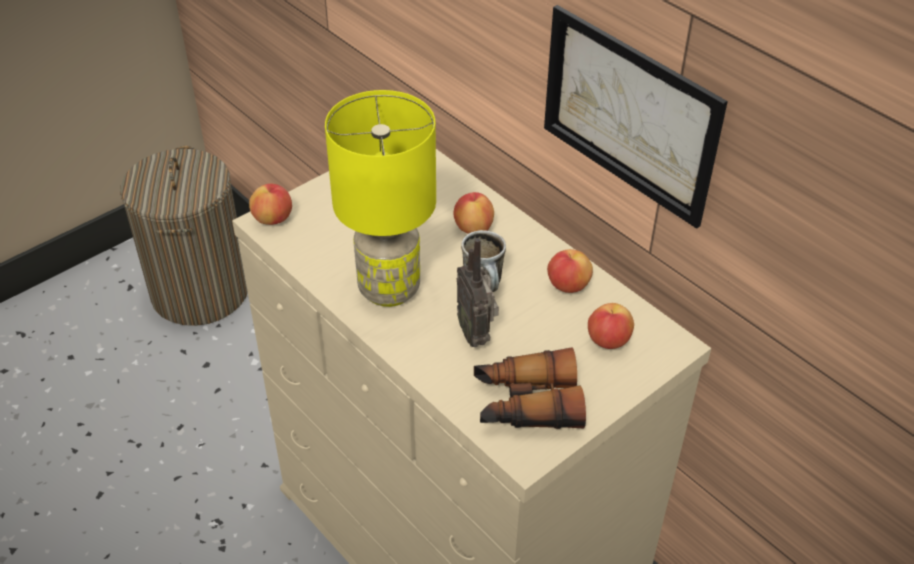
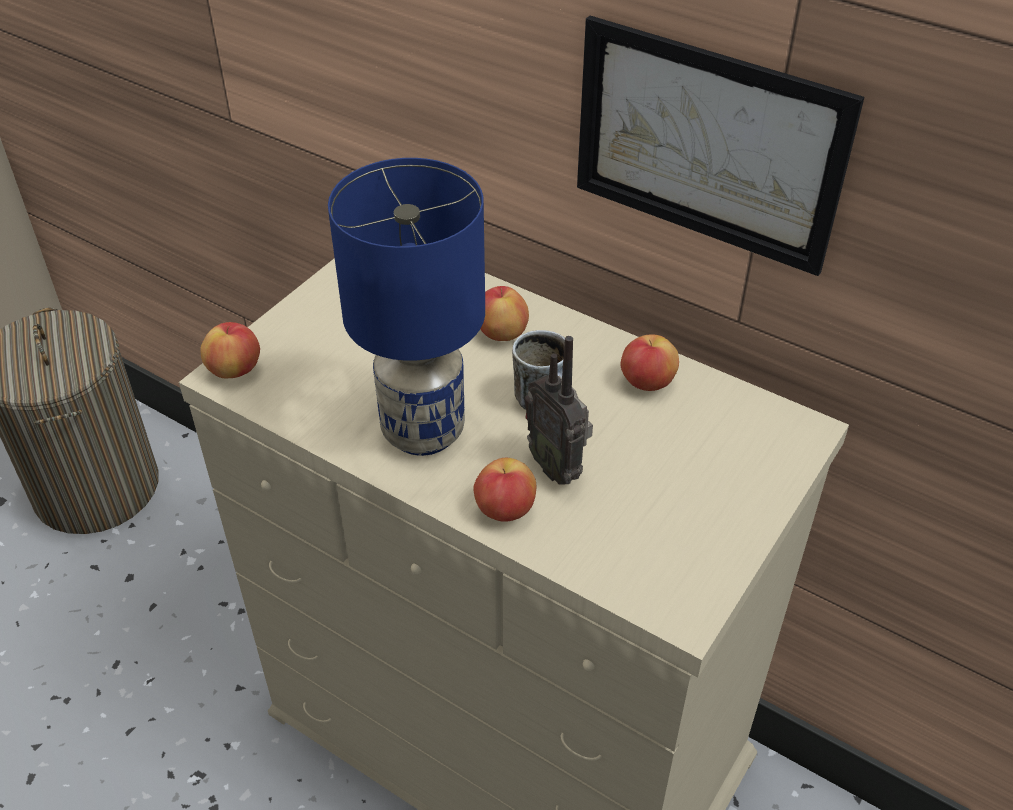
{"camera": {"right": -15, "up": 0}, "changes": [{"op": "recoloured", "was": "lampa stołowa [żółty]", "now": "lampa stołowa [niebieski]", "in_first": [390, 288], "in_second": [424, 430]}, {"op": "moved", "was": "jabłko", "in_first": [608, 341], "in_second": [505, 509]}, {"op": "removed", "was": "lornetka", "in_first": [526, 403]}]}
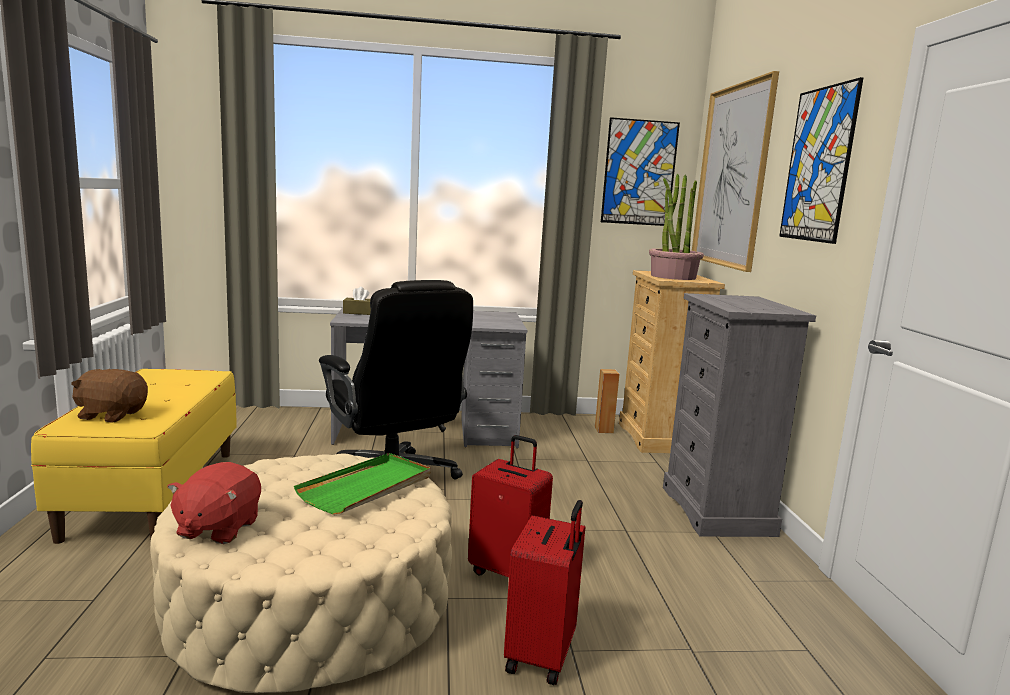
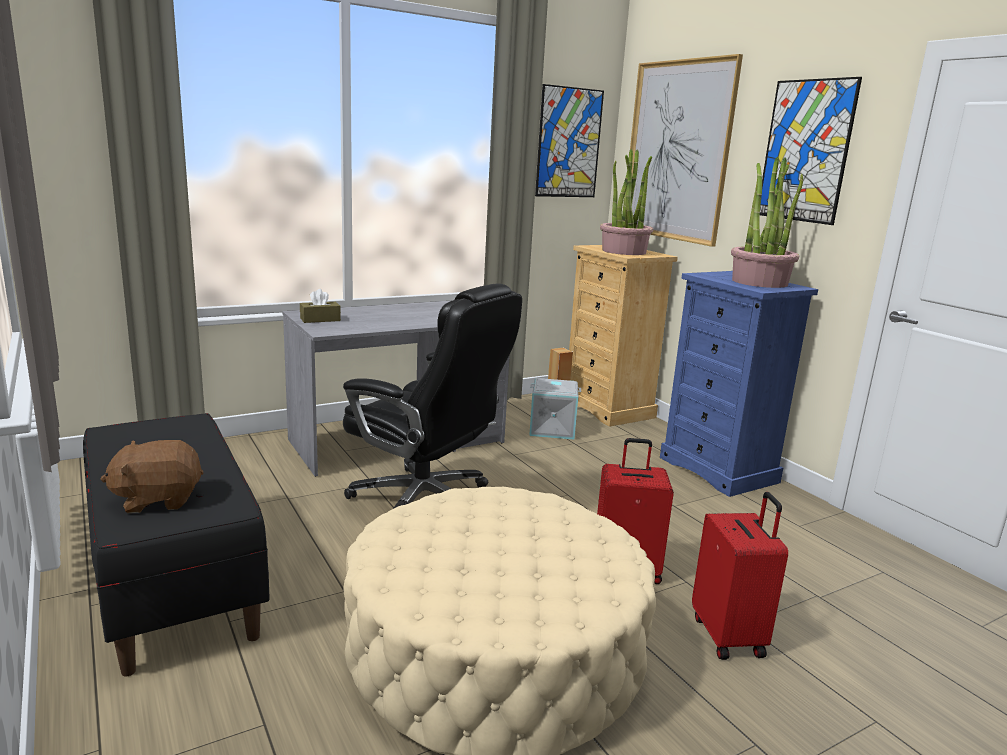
{"camera": {"right": -25, "up": 5}, "changes": [{"op": "recoloured", "was": "komoda [szary]", "now": "komoda [niebieski]", "in_first": [717, 510], "in_second": [719, 470]}, {"op": "recoloured", "was": "ławka [żółty]", "now": "ławka [czarny]", "in_first": [153, 492], "in_second": [173, 580]}, {"op": "removed", "was": "taca [zielony]", "in_first": [367, 487]}, {"op": "removed", "was": "pluszak [czerwony]", "in_first": [217, 528]}, {"op": "added", "now": "roślina doniczkowa", "in_second": [759, 282]}, {"op": "added", "now": "pojemnik do przechowywania [szary]", "in_second": [552, 428]}]}
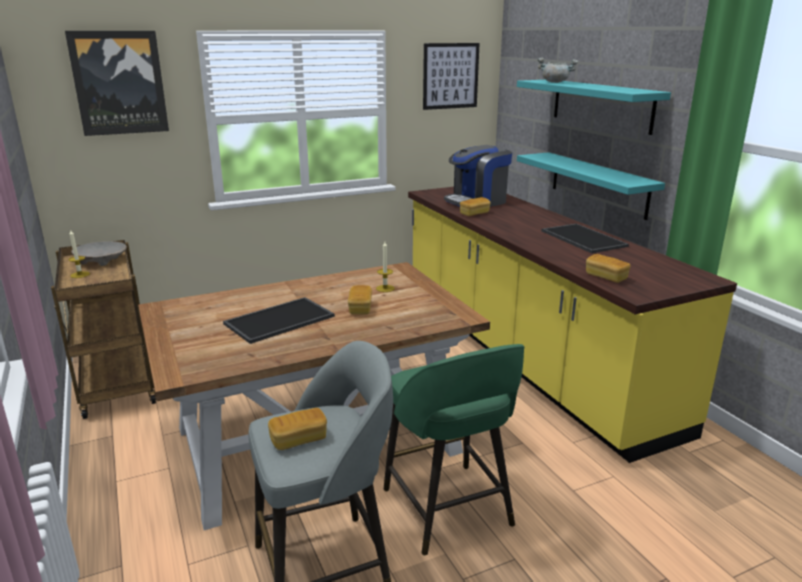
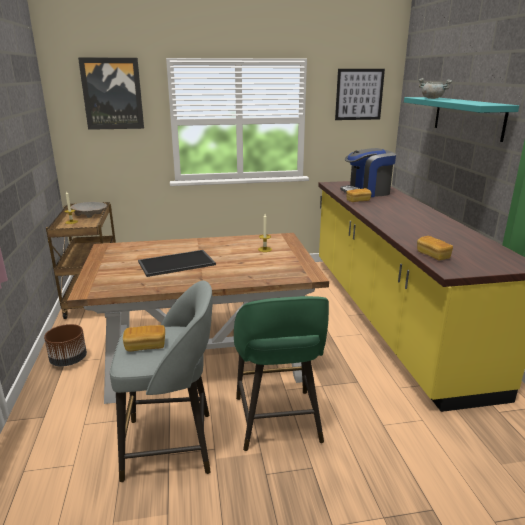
{"camera": {"right": 15, "up": 0}, "changes": [{"op": "removed", "was": "półka [turkusowy]", "in_first": [598, 184]}, {"op": "removed", "was": "taca", "in_first": [581, 238]}, {"op": "removed", "was": "chleb", "in_first": [360, 308]}, {"op": "added", "now": "donica [brązowy]", "in_second": [68, 360]}]}
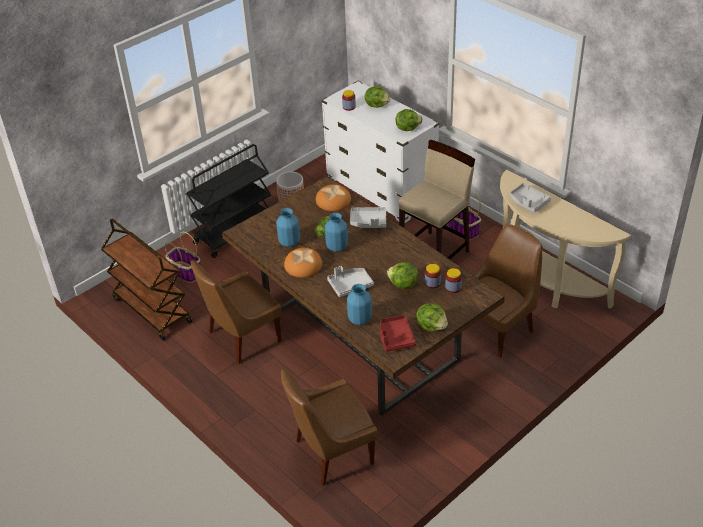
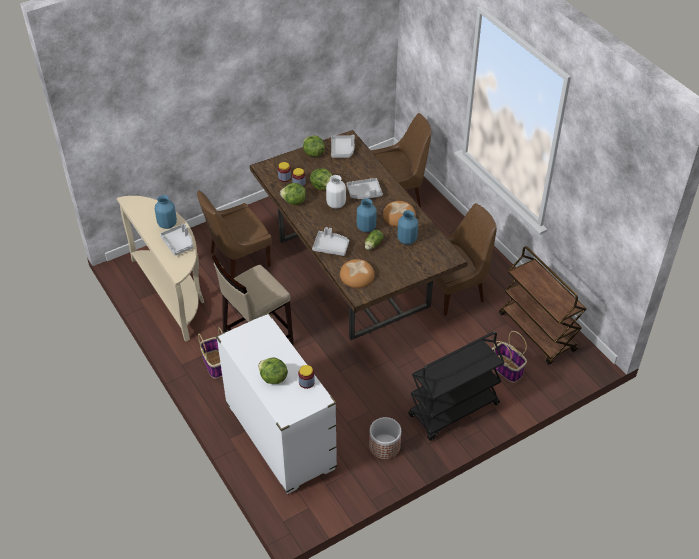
{"camera": {"right": -170, "up": 5}, "changes": [{"op": "moved", "was": "sałata", "in_first": [407, 128], "in_second": [294, 201]}, {"op": "moved", "was": "wazon [niebieski]", "in_first": [359, 319], "in_second": [167, 224]}, {"op": "recoloured", "was": "taca [czerwony]", "now": "taca [szary]", "in_first": [395, 338], "in_second": [343, 150]}, {"op": "added", "now": "wazon [biały]", "in_second": [336, 204]}]}
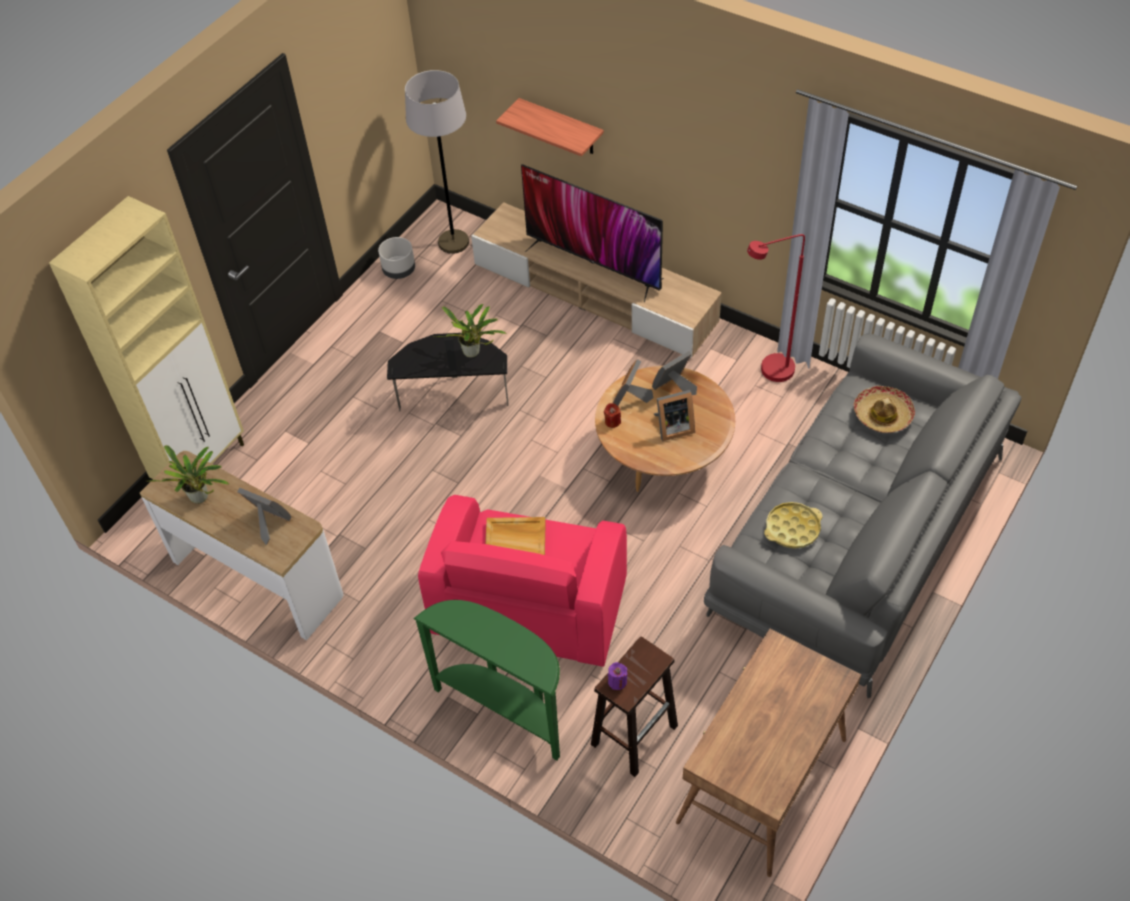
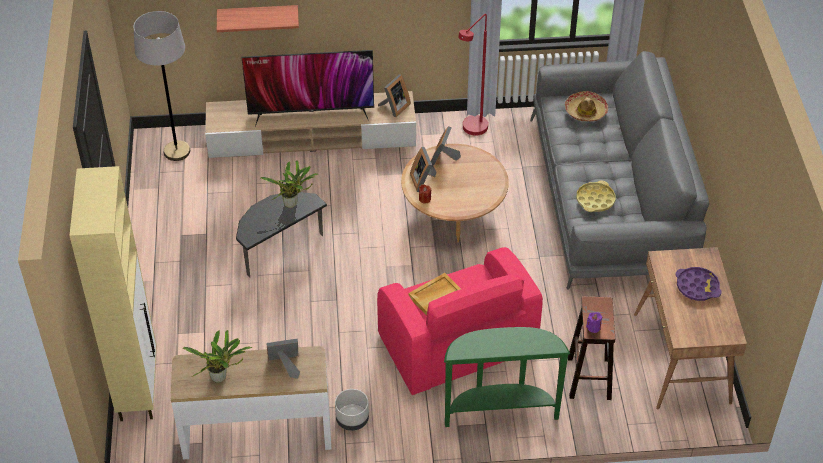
{"camera": {"right": -40, "up": -5}, "changes": [{"op": "moved", "was": "donica [szary]", "in_first": [399, 270], "in_second": [352, 419]}, {"op": "moved", "was": "ramka na zdjęcie", "in_first": [672, 427], "in_second": [394, 107]}, {"op": "added", "now": "taca [fioletowy]", "in_second": [697, 287]}]}
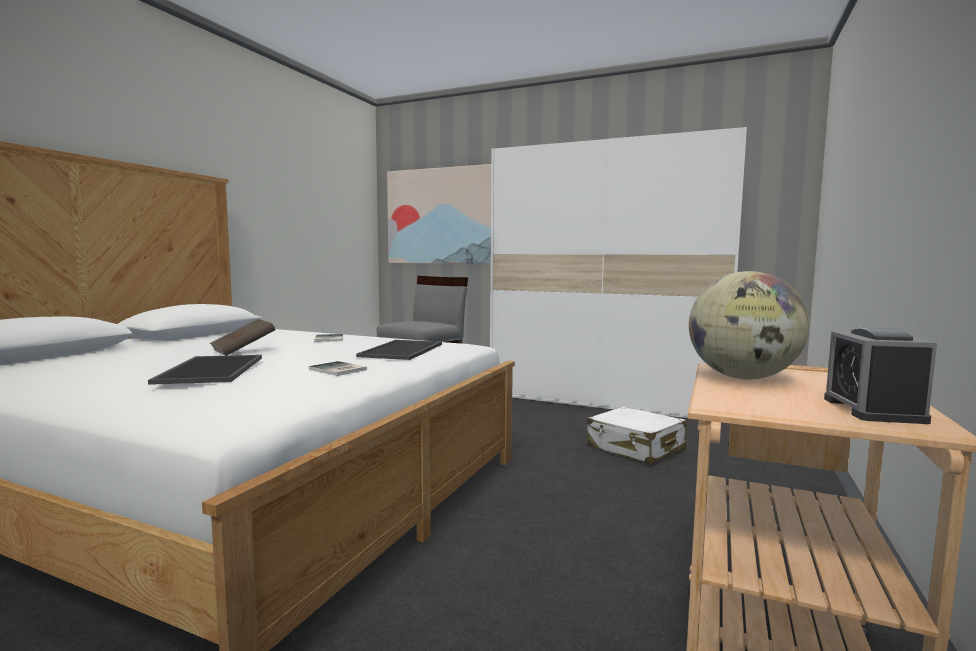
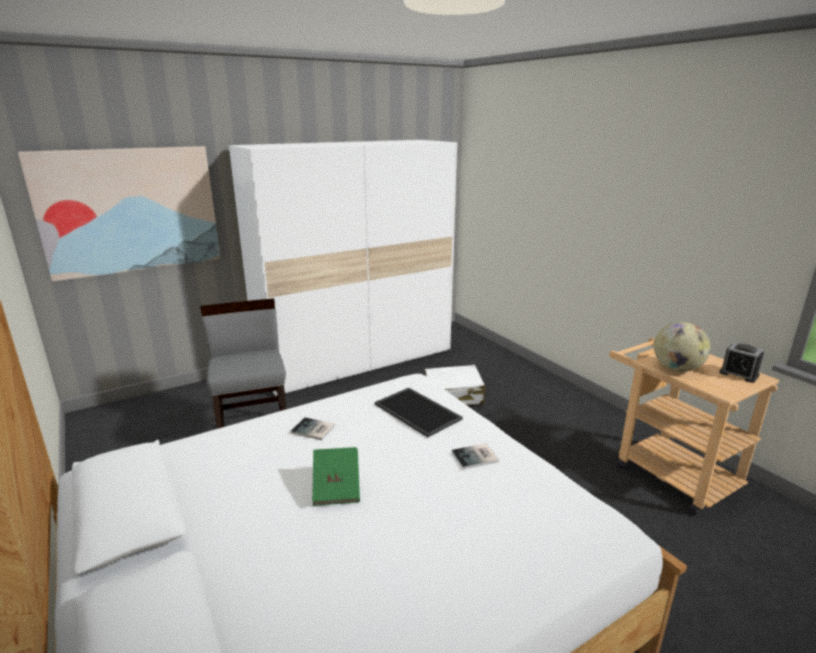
{"camera": {"right": -55, "up": 15}, "changes": [{"op": "recoloured", "was": "książka [brązowy]", "now": "książka [zielony]", "in_first": [243, 351], "in_second": [336, 488]}, {"op": "removed", "was": "taca", "in_first": [210, 369]}]}
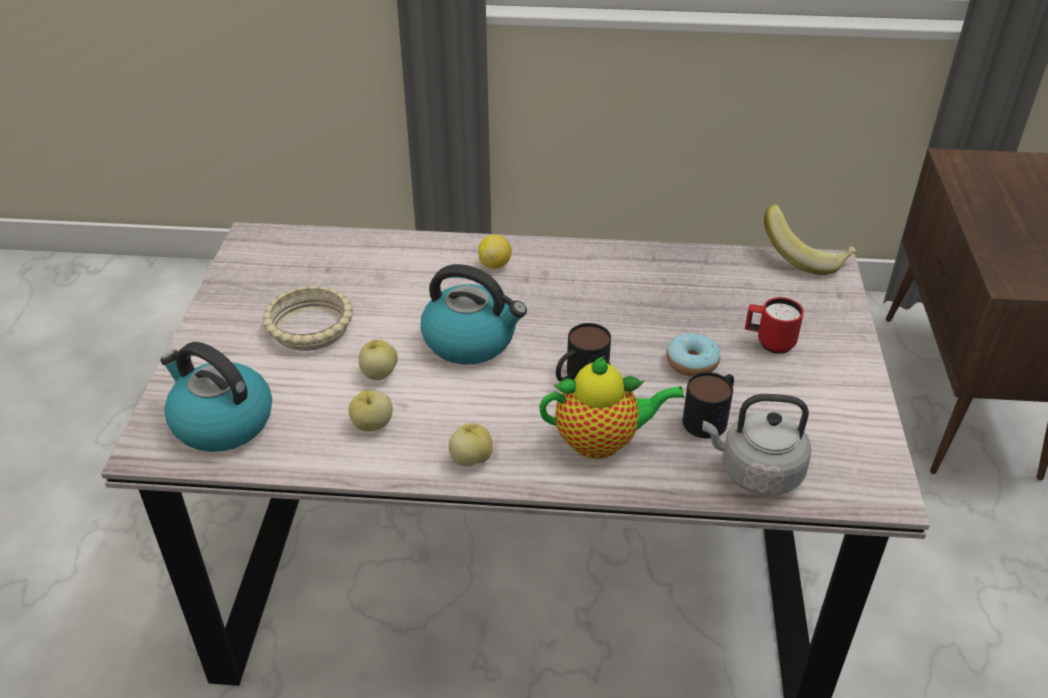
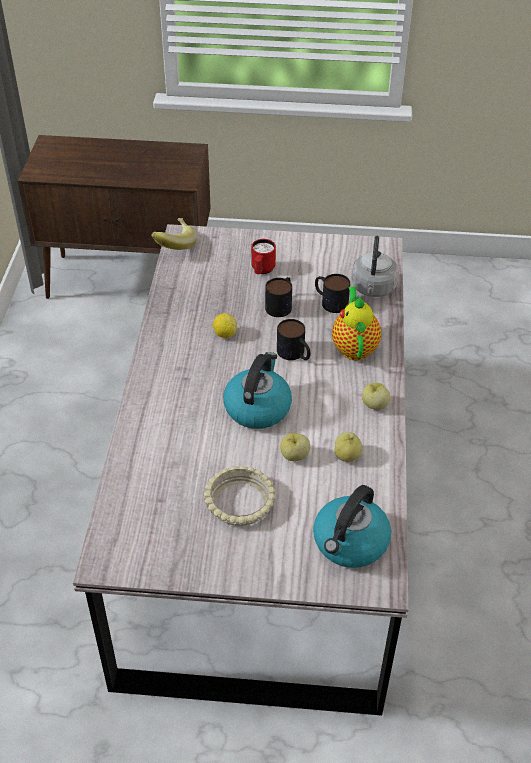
{"camera": {"right": -90, "up": 5}, "changes": [{"op": "moved", "was": "cytryna", "in_first": [495, 264], "in_second": [225, 334]}, {"op": "replaced", "was": "donut", "now": "kubek", "in_first": [692, 363], "in_second": [281, 304]}]}
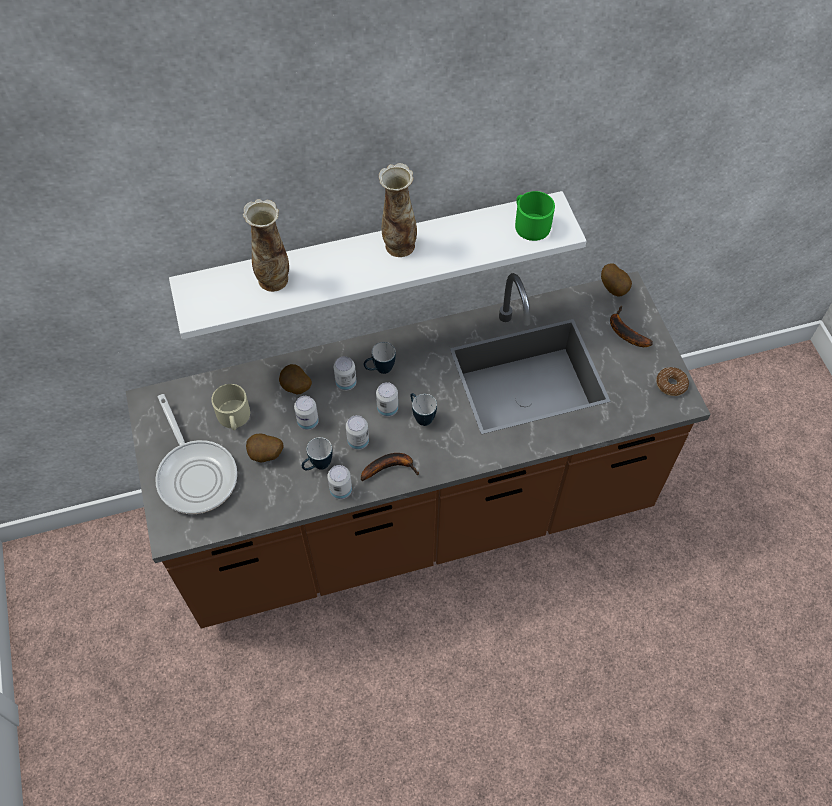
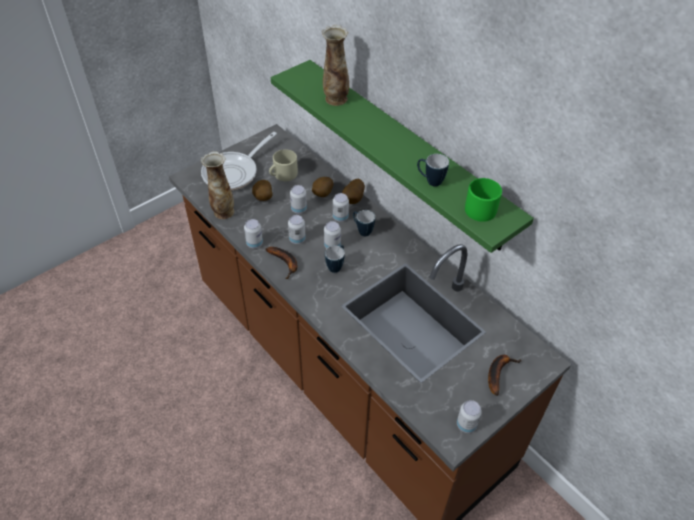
{"camera": {"right": 65, "up": -10}, "changes": [{"op": "moved", "was": "wazon", "in_first": [399, 246], "in_second": [223, 211]}, {"op": "recoloured", "was": "półka [biały]", "now": "półka [zielony]", "in_first": [372, 257], "in_second": [406, 153]}, {"op": "moved", "was": "ziemniak", "in_first": [614, 288], "in_second": [353, 200]}, {"op": "replaced", "was": "donut", "now": "puszka", "in_first": [671, 384], "in_second": [466, 425]}, {"op": "moved", "was": "kubek", "in_first": [317, 466], "in_second": [430, 181]}]}
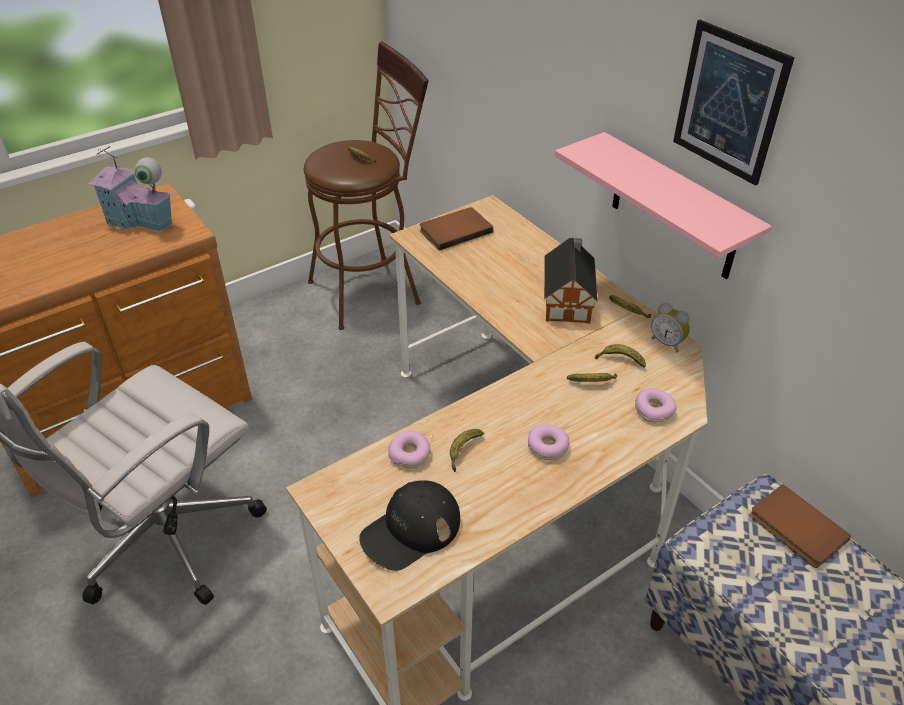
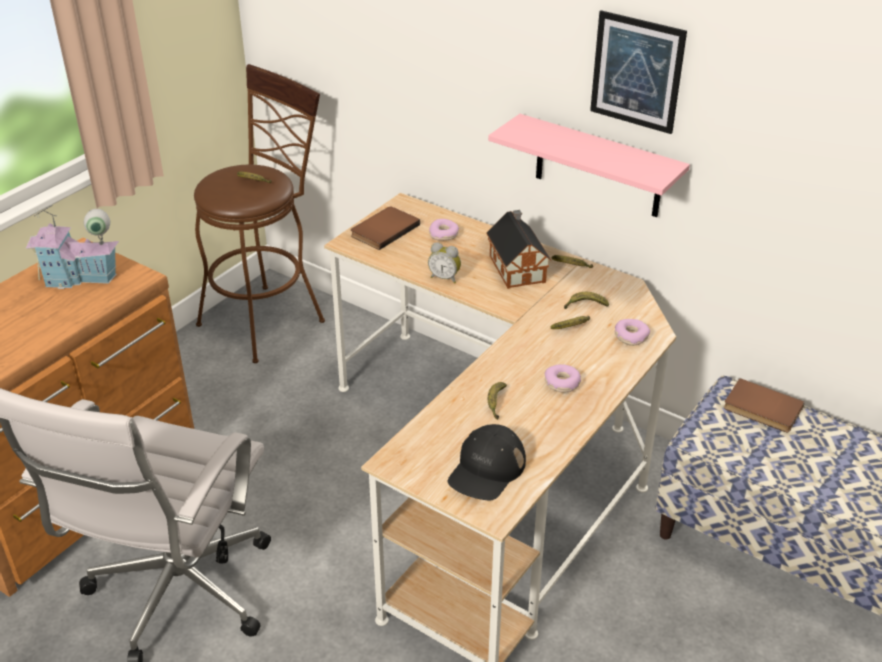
{"camera": {"right": -20, "up": -5}, "changes": [{"op": "moved", "was": "budzik", "in_first": [667, 343], "in_second": [445, 278]}, {"op": "moved", "was": "donut", "in_first": [410, 454], "in_second": [444, 234]}]}
